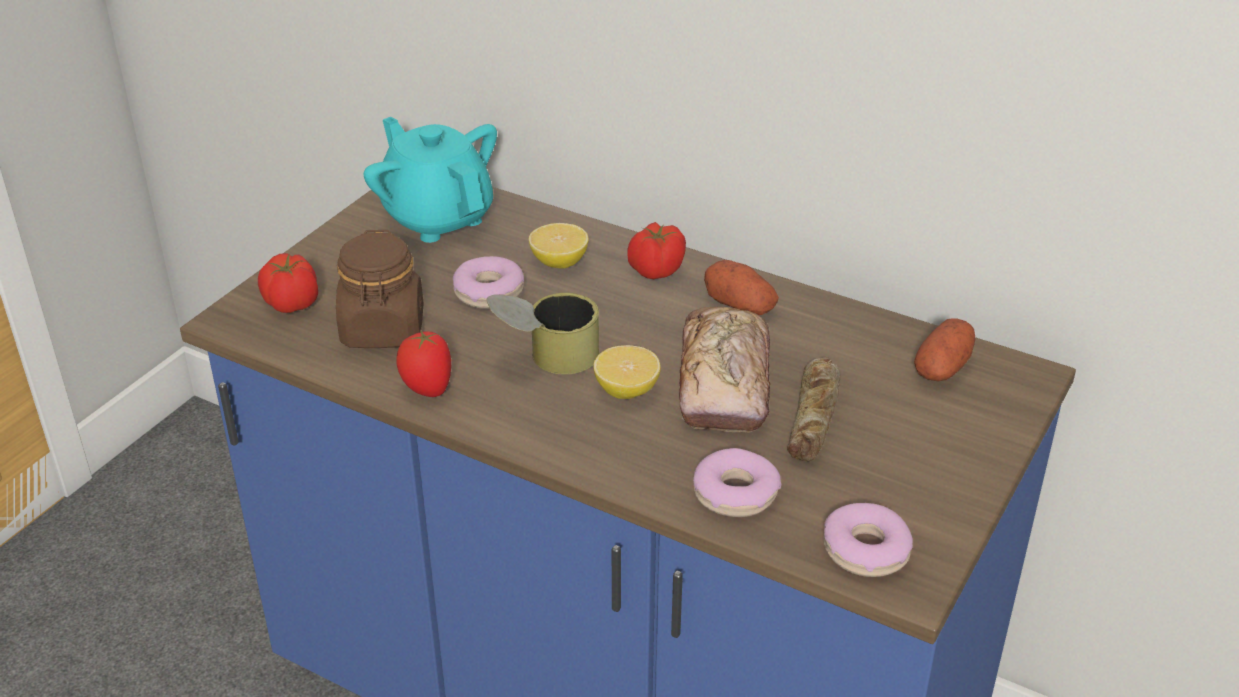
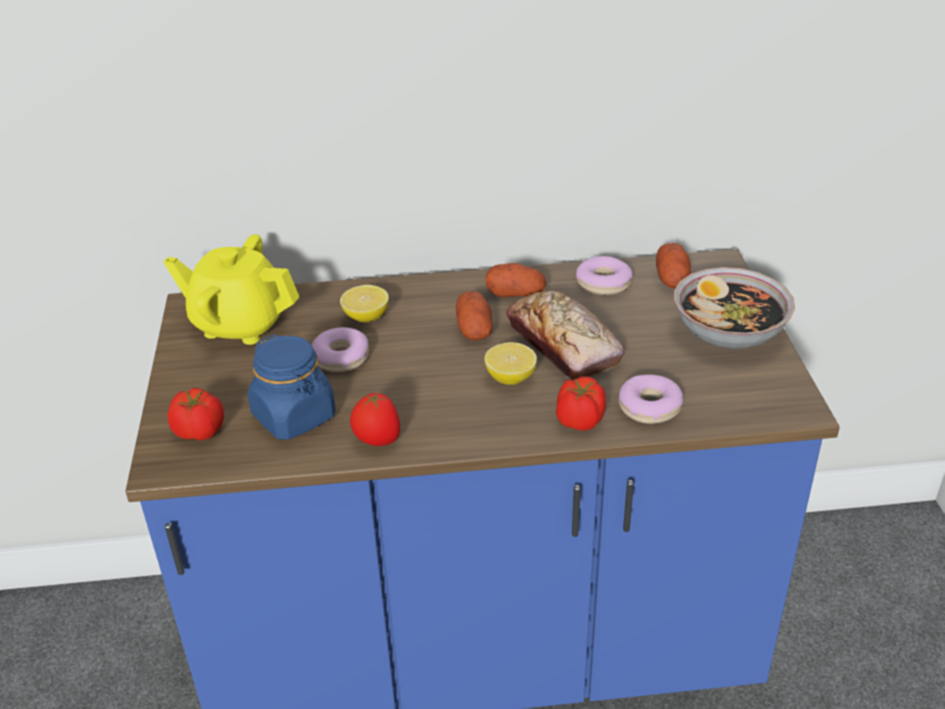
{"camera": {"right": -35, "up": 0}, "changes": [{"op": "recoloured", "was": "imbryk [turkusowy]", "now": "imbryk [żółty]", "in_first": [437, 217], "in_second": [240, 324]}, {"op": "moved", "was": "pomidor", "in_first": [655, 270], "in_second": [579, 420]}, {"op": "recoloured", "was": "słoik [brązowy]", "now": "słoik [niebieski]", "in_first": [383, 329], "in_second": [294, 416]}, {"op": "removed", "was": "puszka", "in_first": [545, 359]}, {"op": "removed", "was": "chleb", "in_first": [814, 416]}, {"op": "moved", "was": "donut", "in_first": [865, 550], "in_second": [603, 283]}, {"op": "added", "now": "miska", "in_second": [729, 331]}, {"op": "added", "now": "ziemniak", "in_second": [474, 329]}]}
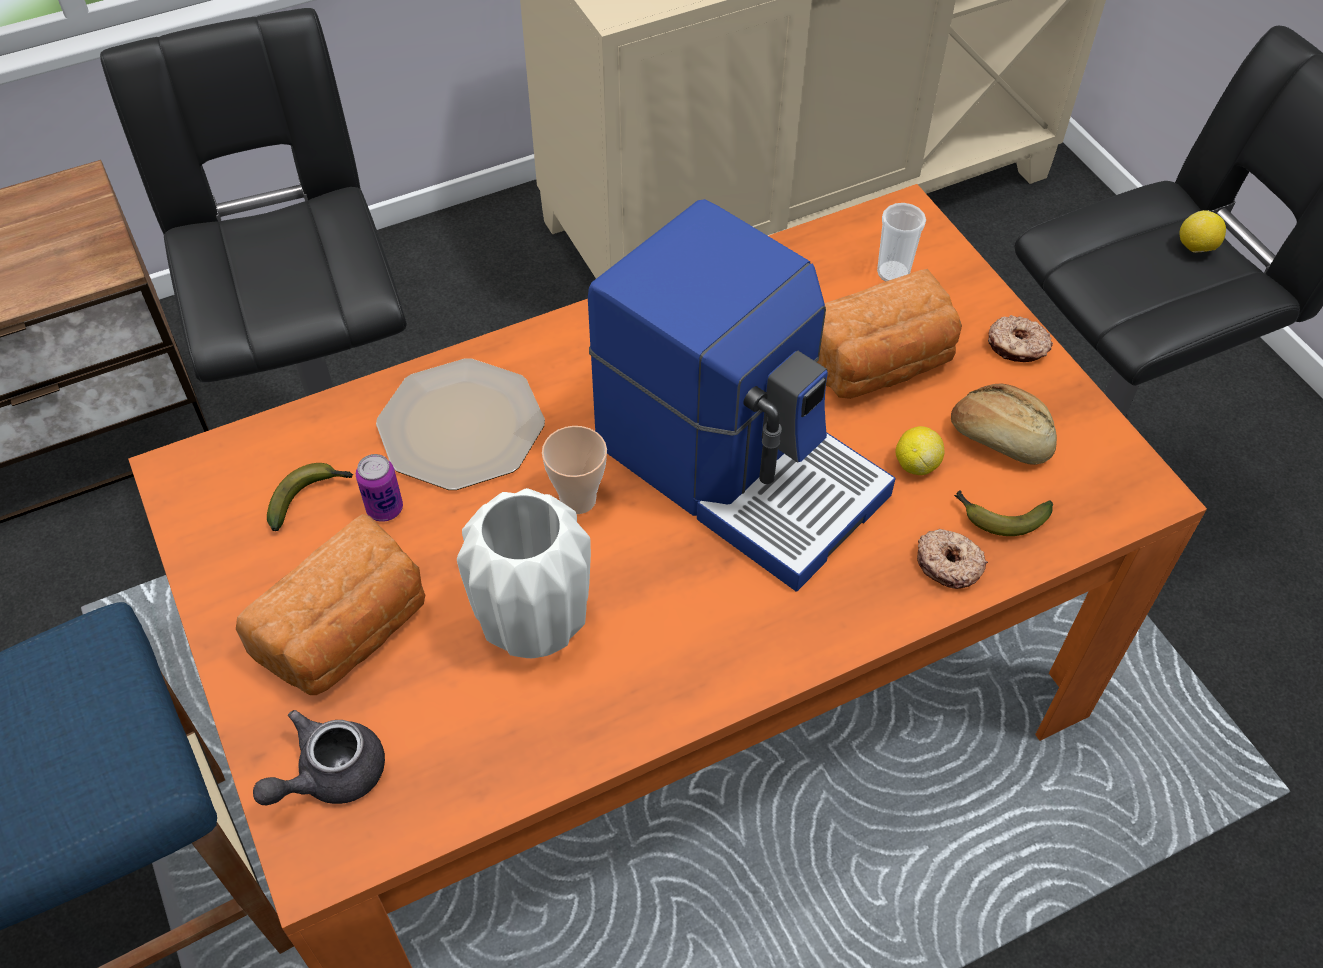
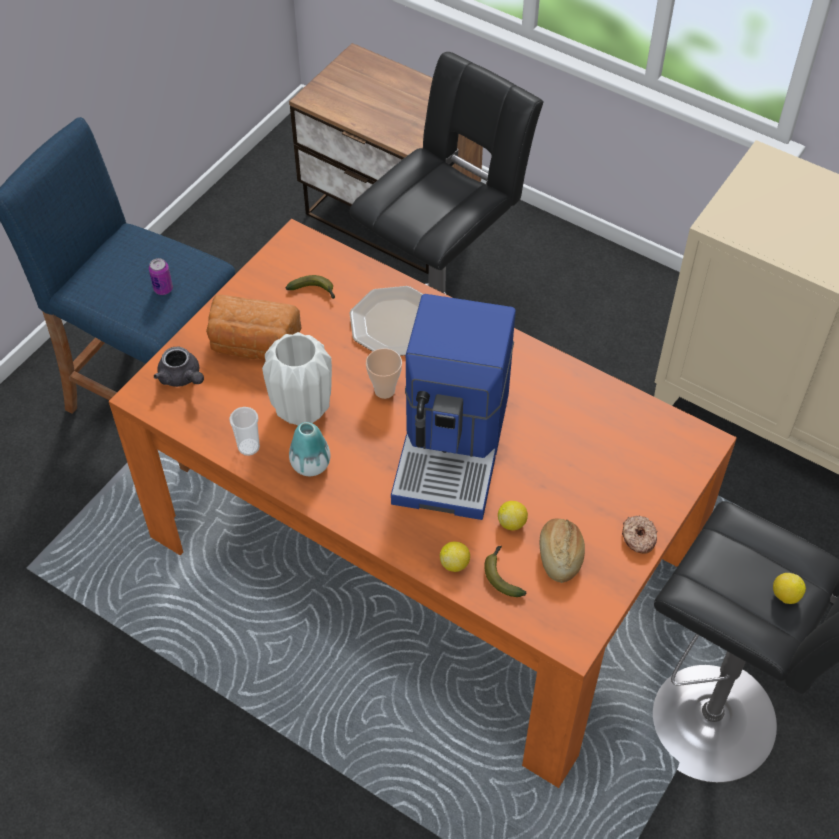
{"camera": {"right": 60, "up": 0}, "changes": [{"op": "moved", "was": "filiżanka", "in_first": [893, 273], "in_second": [248, 447]}, {"op": "removed", "was": "chleb", "in_first": [879, 365]}, {"op": "moved", "was": "puszka", "in_first": [385, 508], "in_second": [163, 289]}, {"op": "replaced", "was": "donut", "now": "cytryna", "in_first": [949, 564], "in_second": [454, 563]}, {"op": "turned", "was": "imbryk [szary]", "in_first": [329, 775], "in_second": [182, 378], "clockwise": -150}, {"op": "added", "now": "wazon", "in_second": [310, 464]}]}
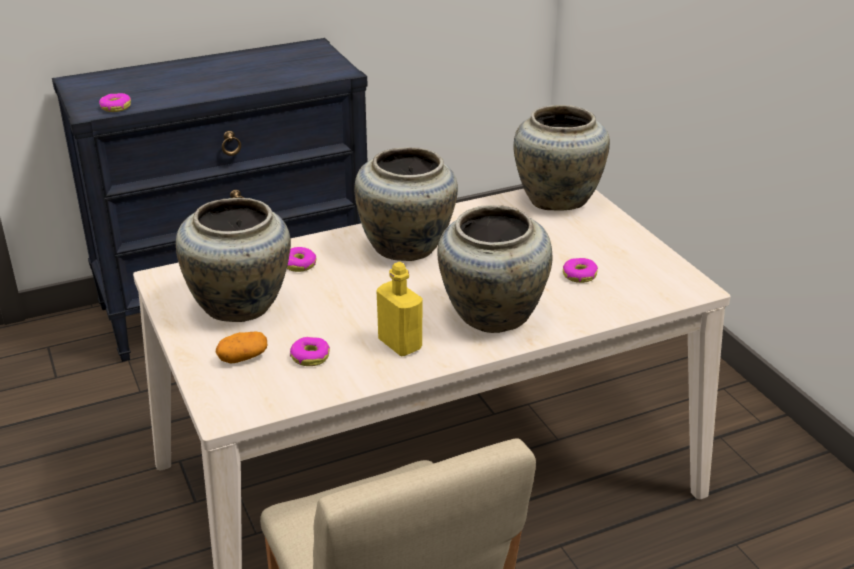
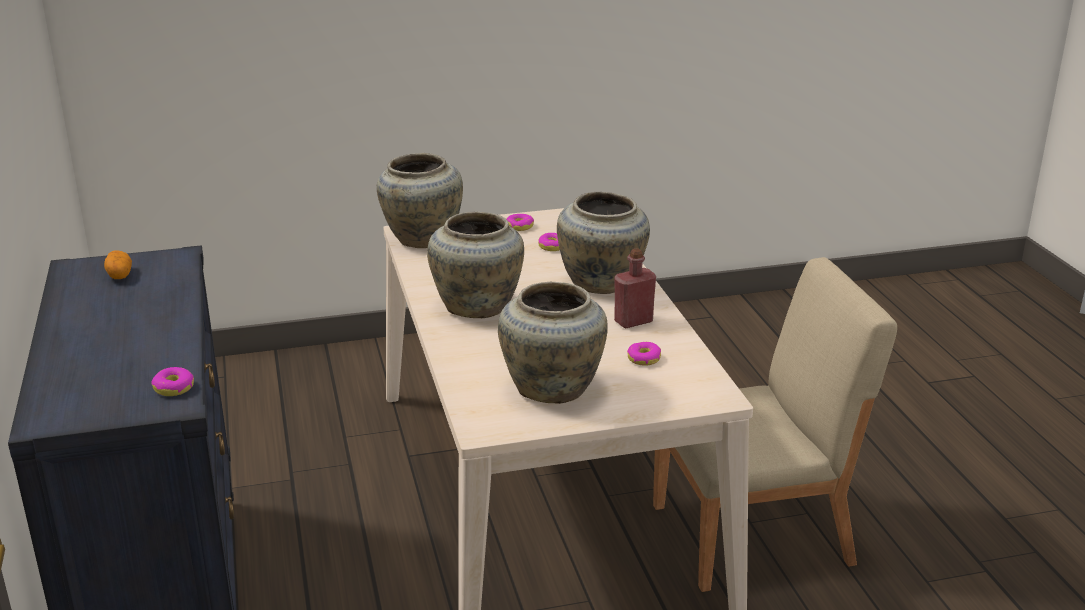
{"camera": {"right": -80, "up": -5}, "changes": [{"op": "moved", "was": "donut", "in_first": [299, 264], "in_second": [520, 226]}, {"op": "recoloured", "was": "butelka [żółty]", "now": "butelka [czerwony]", "in_first": [400, 344], "in_second": [633, 321]}, {"op": "moved", "was": "ziemniak", "in_first": [243, 358], "in_second": [119, 275]}]}
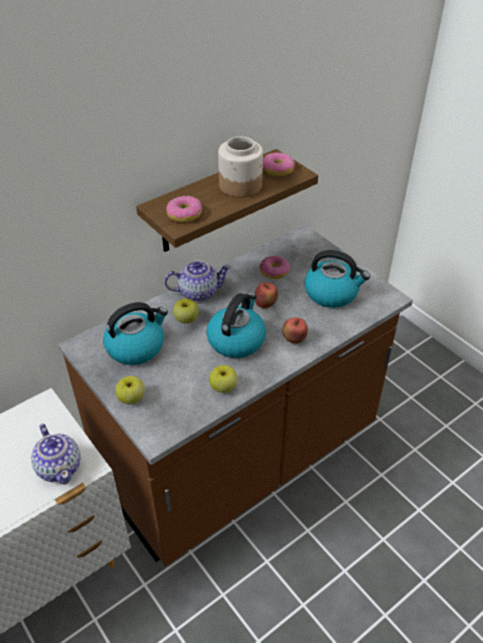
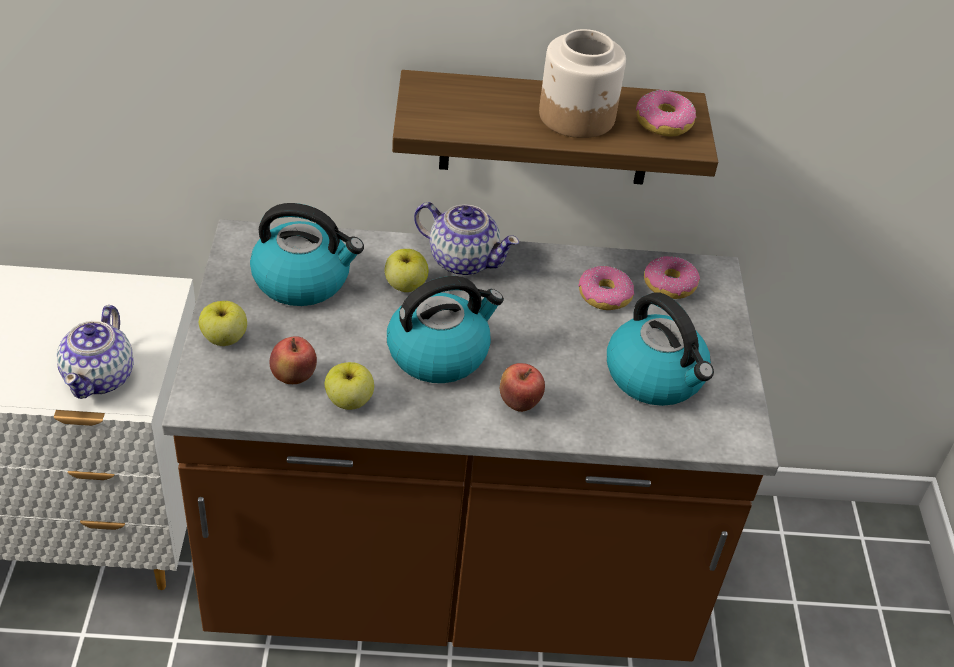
{"camera": {"right": 35, "up": 0}, "changes": [{"op": "moved", "was": "donut", "in_first": [184, 214], "in_second": [670, 285]}, {"op": "moved", "was": "jabłko", "in_first": [265, 304], "in_second": [293, 378]}]}
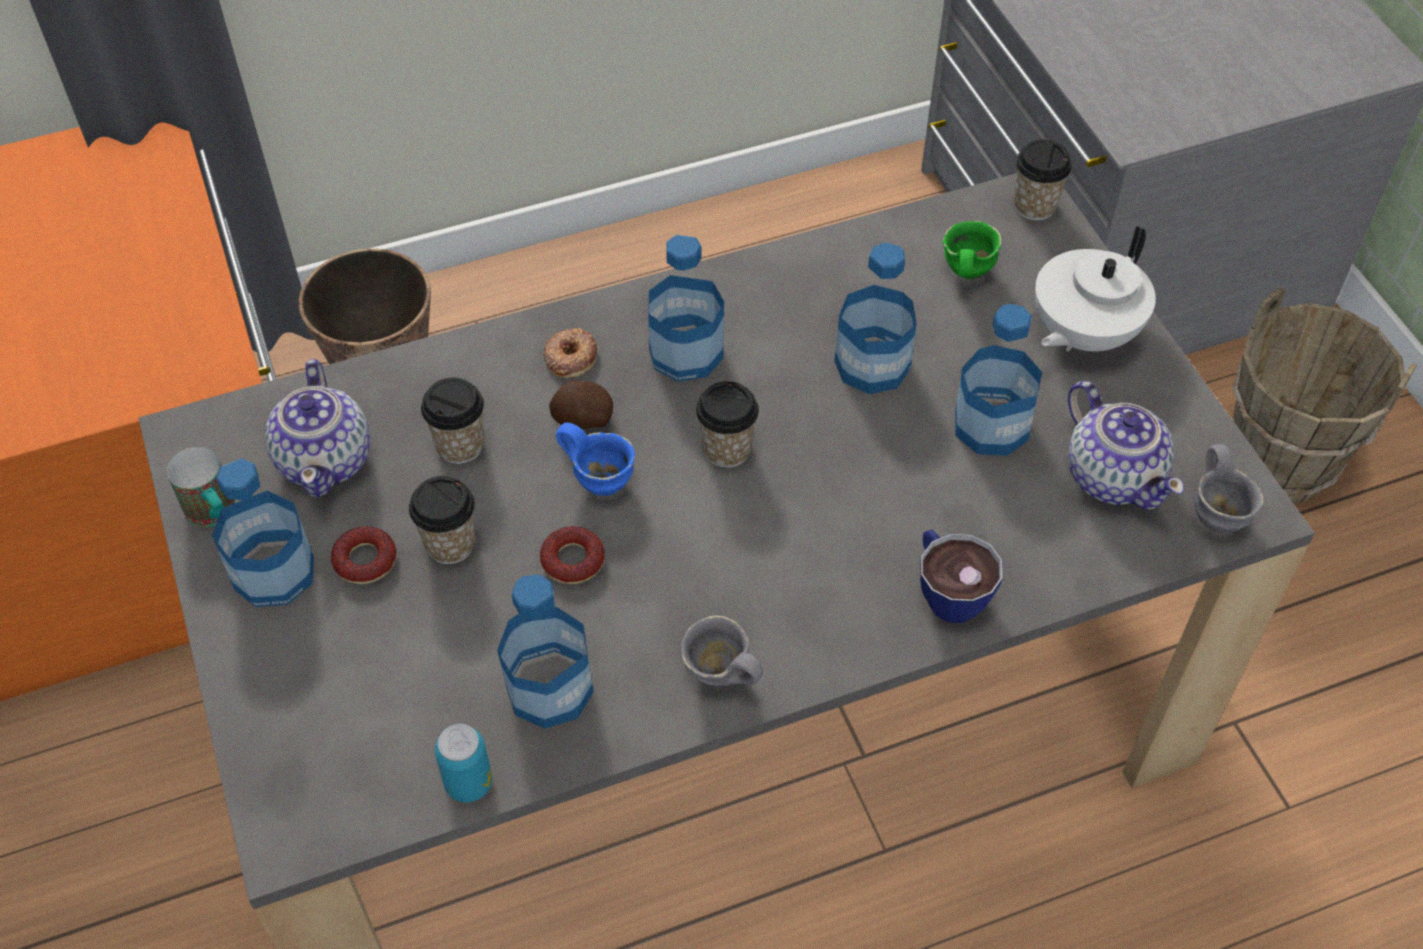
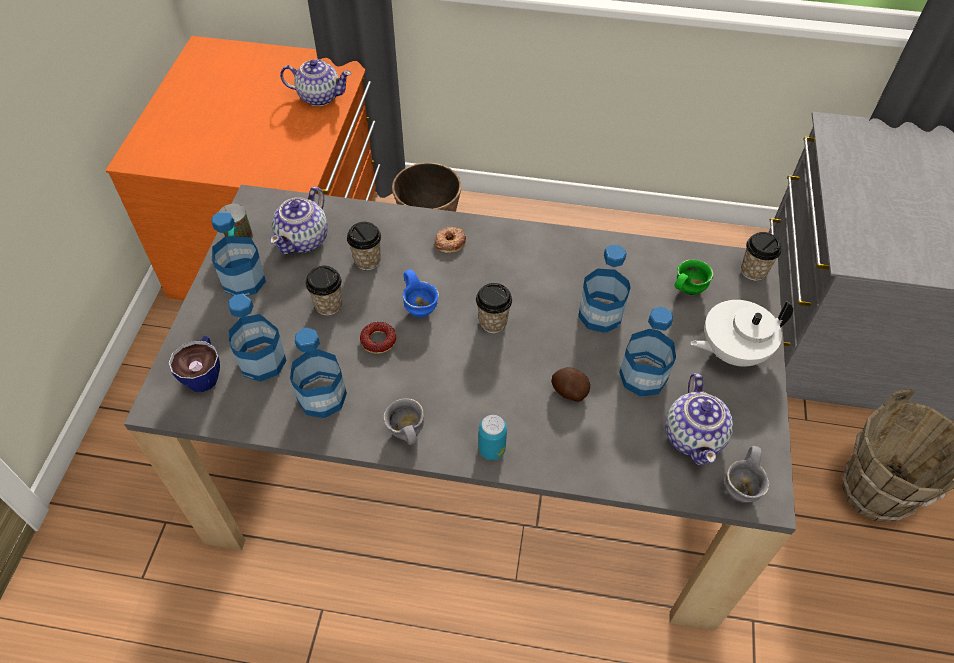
{"camera": {"right": 30, "up": 0}, "changes": [{"op": "moved", "was": "butelka", "in_first": [685, 353], "in_second": [262, 361]}, {"op": "moved", "was": "ziemniak", "in_first": [582, 420], "in_second": [568, 391]}, {"op": "removed", "was": "donut", "in_first": [365, 560]}, {"op": "moved", "was": "filiżanka", "in_first": [947, 591], "in_second": [205, 373]}, {"op": "moved", "was": "puszka", "in_first": [468, 783], "in_second": [491, 449]}, {"op": "added", "now": "imbryk", "in_second": [319, 96]}]}
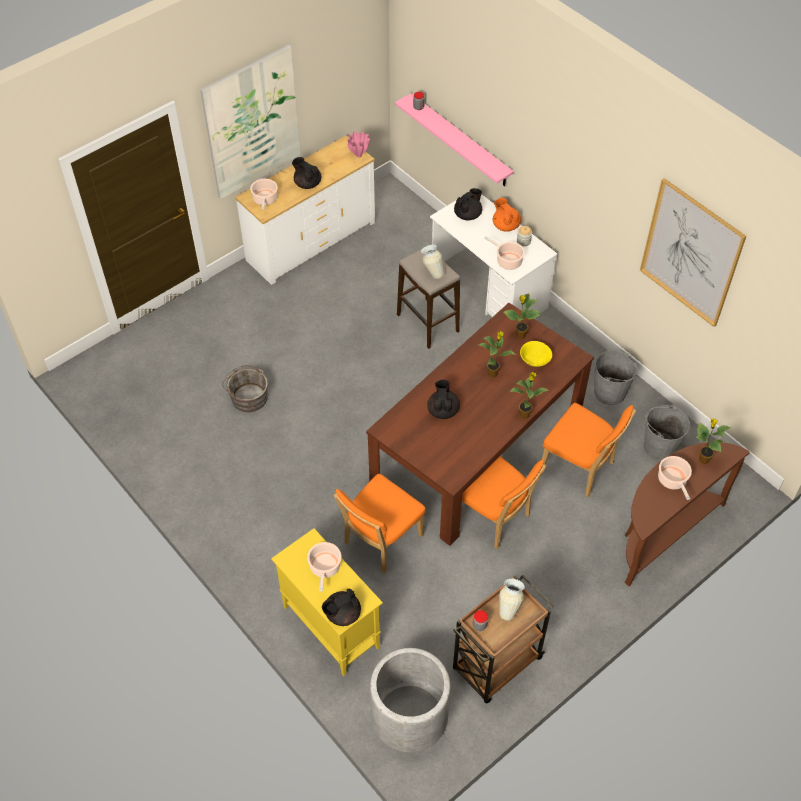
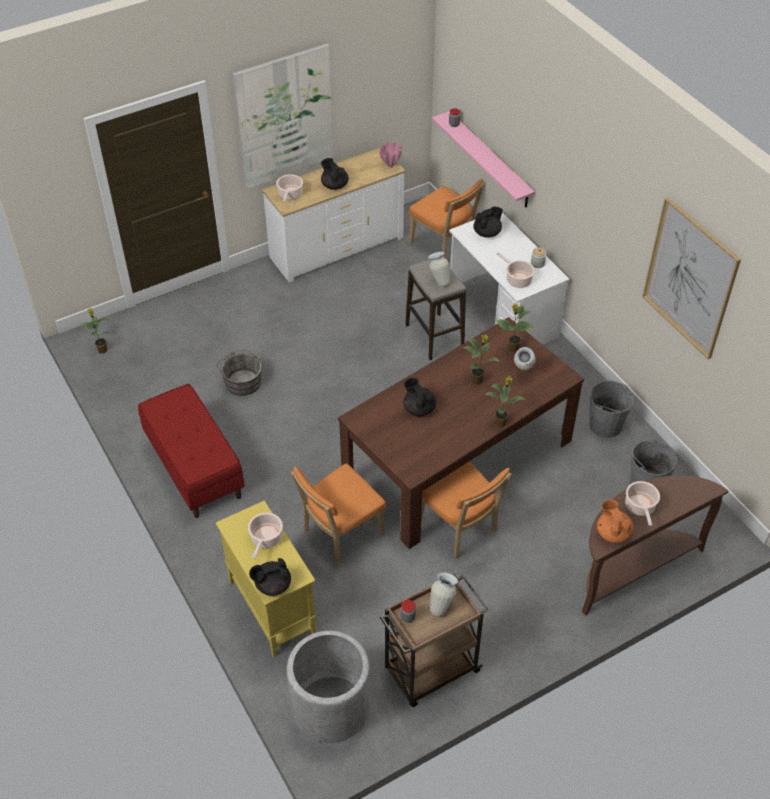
{"camera": {"right": 10, "up": -5}, "changes": [{"op": "moved", "was": "imbryk [pomarańczowy]", "in_first": [505, 225], "in_second": [613, 533]}, {"op": "replaced", "was": "miska [żółty]", "now": "wazon", "in_first": [534, 360], "in_second": [522, 374]}, {"op": "turned", "was": "imbryk [czarny]", "in_first": [443, 410], "in_second": [419, 408], "clockwise": -45}, {"op": "moved", "was": "krzesło [pomarańczowy]", "in_first": [580, 468], "in_second": [444, 245]}, {"op": "moved", "was": "roślina doniczkowa", "in_first": [703, 459], "in_second": [102, 350]}, {"op": "added", "now": "ławka [czerwony]", "in_second": [194, 468]}]}
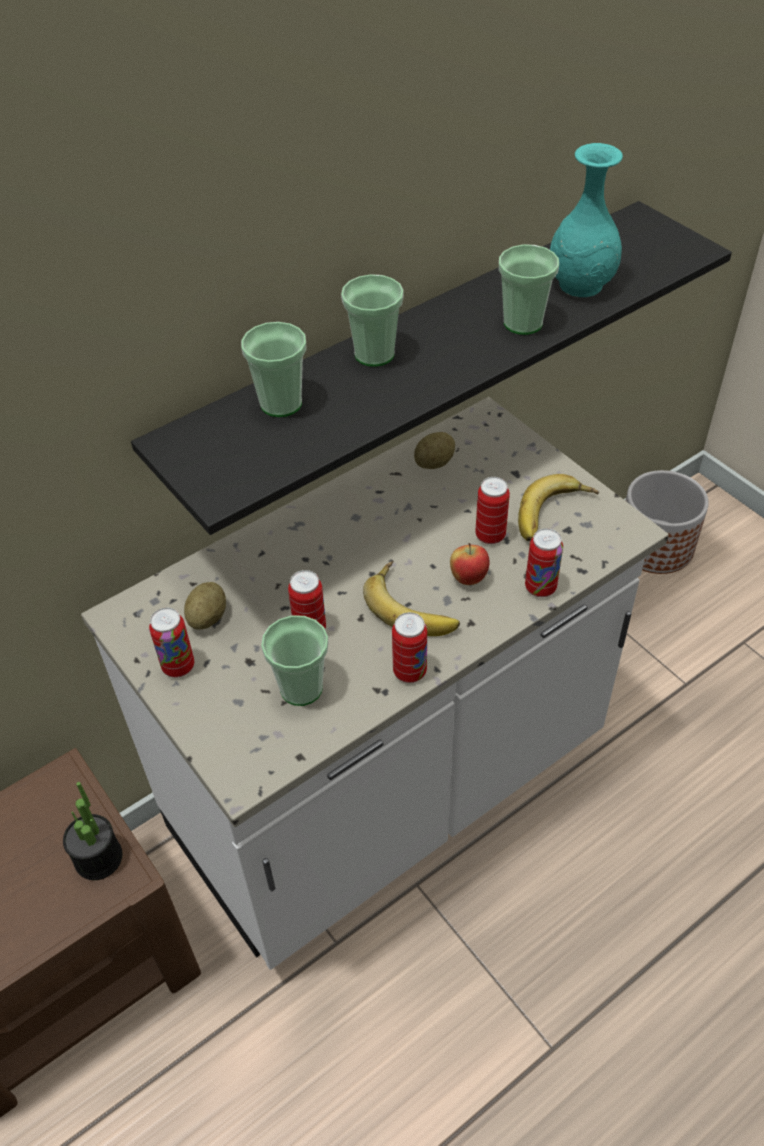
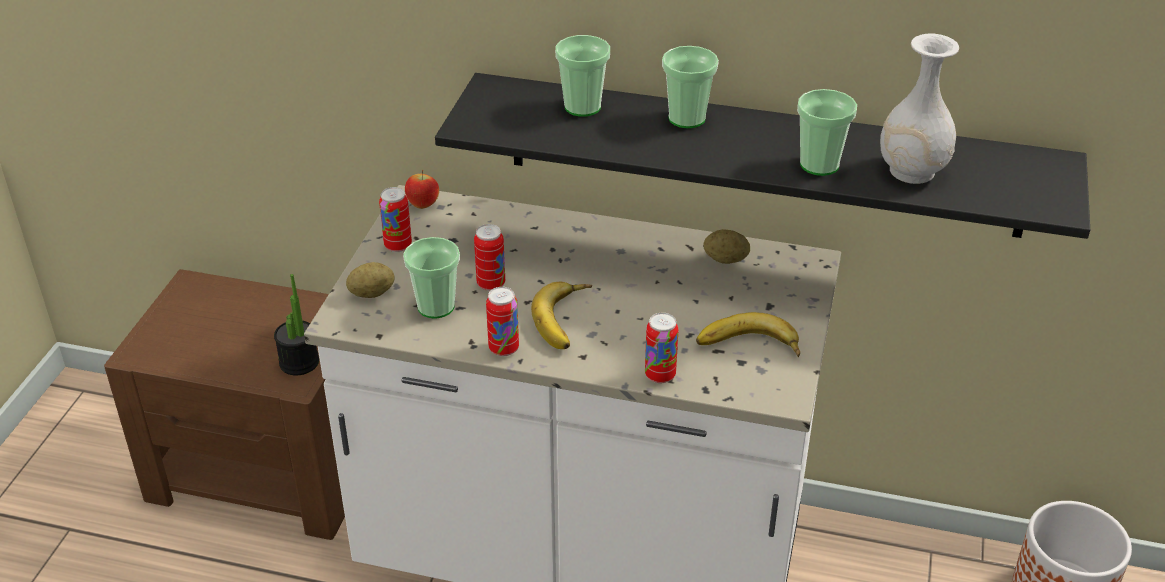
{"camera": {"right": 50, "up": -10}, "changes": [{"op": "recoloured", "was": "wazon [turkusowy]", "now": "wazon [biały]", "in_first": [579, 284], "in_second": [911, 170]}, {"op": "removed", "was": "puszka", "in_first": [490, 535]}, {"op": "moved", "was": "jabłko", "in_first": [468, 578], "in_second": [423, 205]}, {"op": "moved", "was": "ziemniak", "in_first": [207, 617], "in_second": [372, 293]}]}
